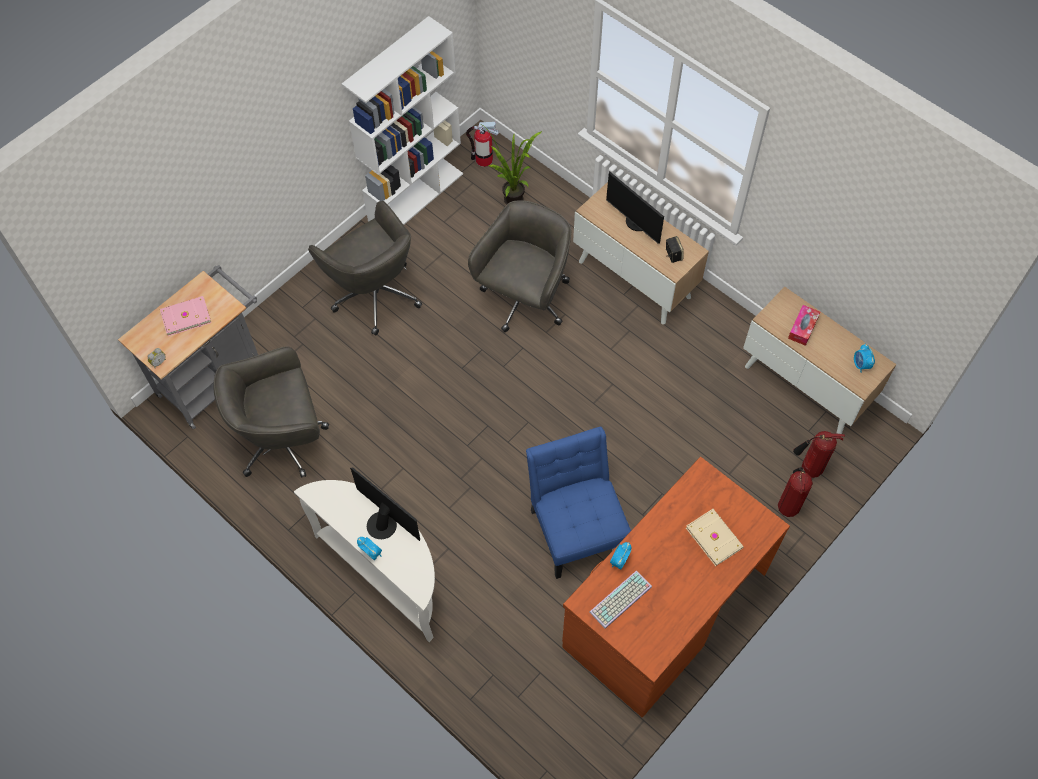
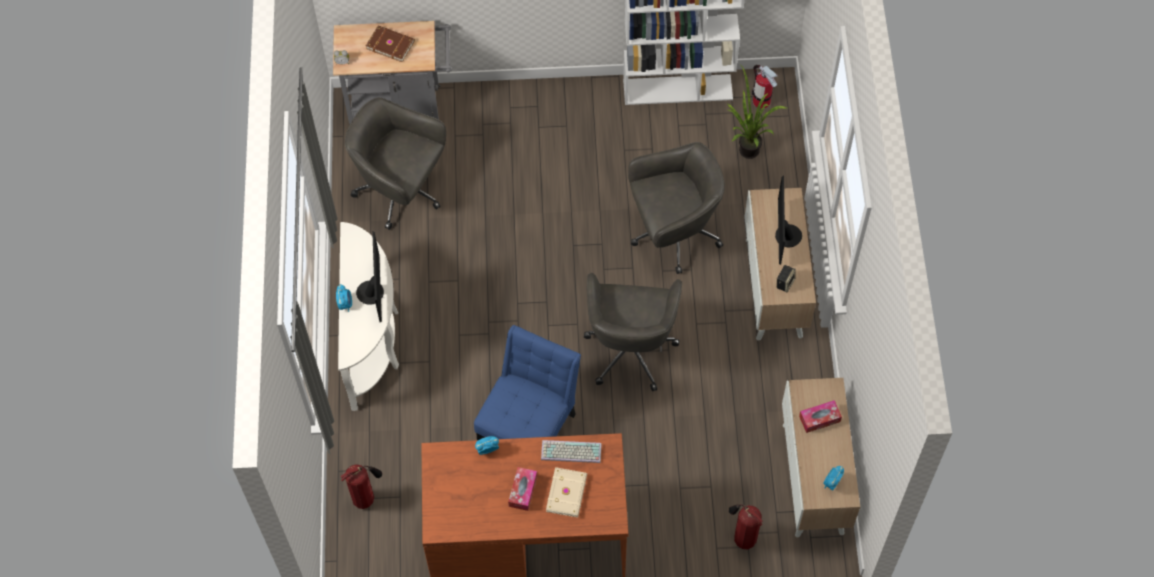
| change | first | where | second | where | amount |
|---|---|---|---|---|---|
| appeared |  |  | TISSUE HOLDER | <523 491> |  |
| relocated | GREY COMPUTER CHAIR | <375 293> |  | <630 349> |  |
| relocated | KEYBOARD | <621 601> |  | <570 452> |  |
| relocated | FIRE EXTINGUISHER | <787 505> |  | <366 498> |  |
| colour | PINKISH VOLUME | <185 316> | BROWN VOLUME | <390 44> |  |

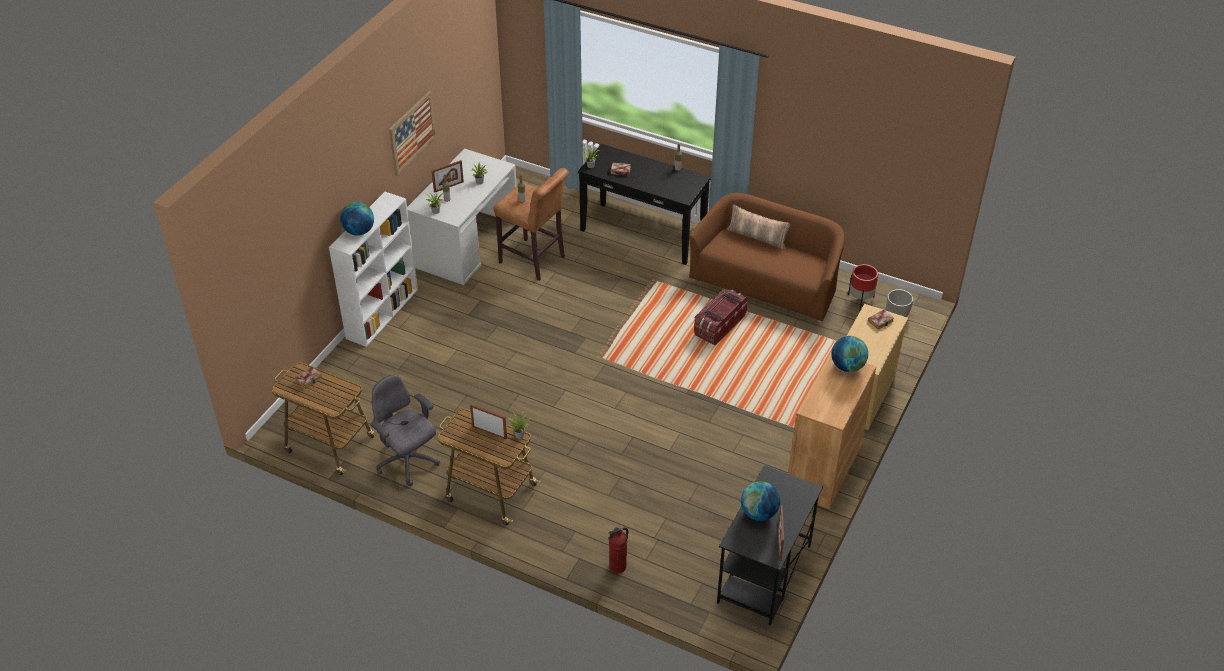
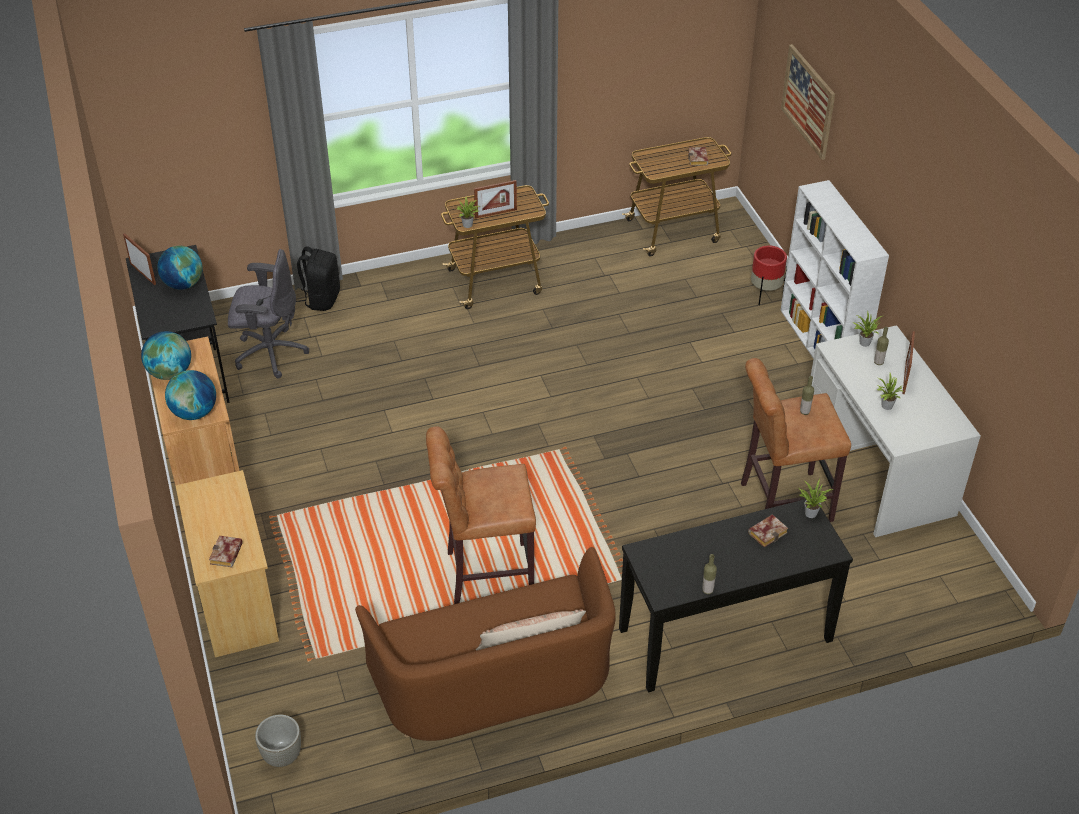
| change | first | where | second | where | amount |
|---|---|---|---|---|---|
| relocated | GLOBE | <359 231> |  | <170 373> |  |
| relocated | GREY COMPUTER CHAIR | <408 462> |  | <269 353> |  |
| relocated | PICTURE | <412 133> |  | <808 101> |  |
| relocated | RED PLANTER | <860 301> |  | <765 294> |  |
| exchanged | FIRE EXTINGUISHER | <617 567> | BLACK BACKPACK | <321 299> |  |
| exchanged | STORAGE BIN | <719 326> | BROWN SITTING STOOL | <484 574> |  |

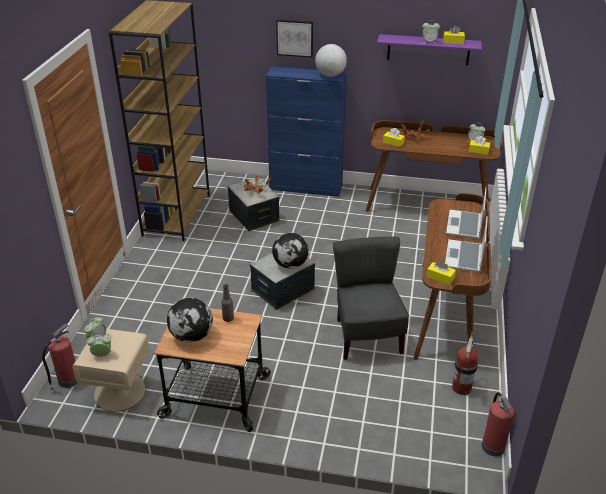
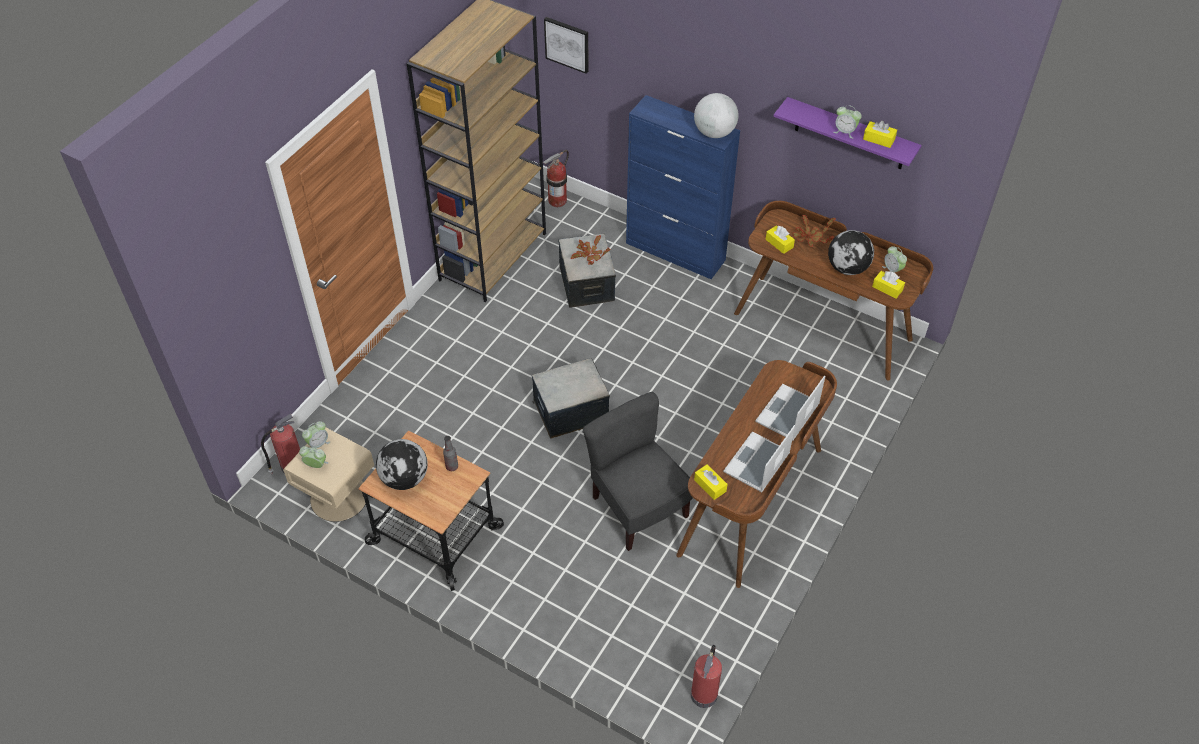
| change | first | where | second | where | amount |
|---|---|---|---|---|---|
| relocated | GLOBE | <291 264> |  | <848 268> |  |
| relocated | PICTURE | <295 38> |  | <567 44> |  |
| relocated | FIRE EXTINGUISHER | <461 387> |  | <557 201> |  |
| spun | GREY CHAIR | <367 336> |  | <638 508> | 45 degrees counterclockwise |

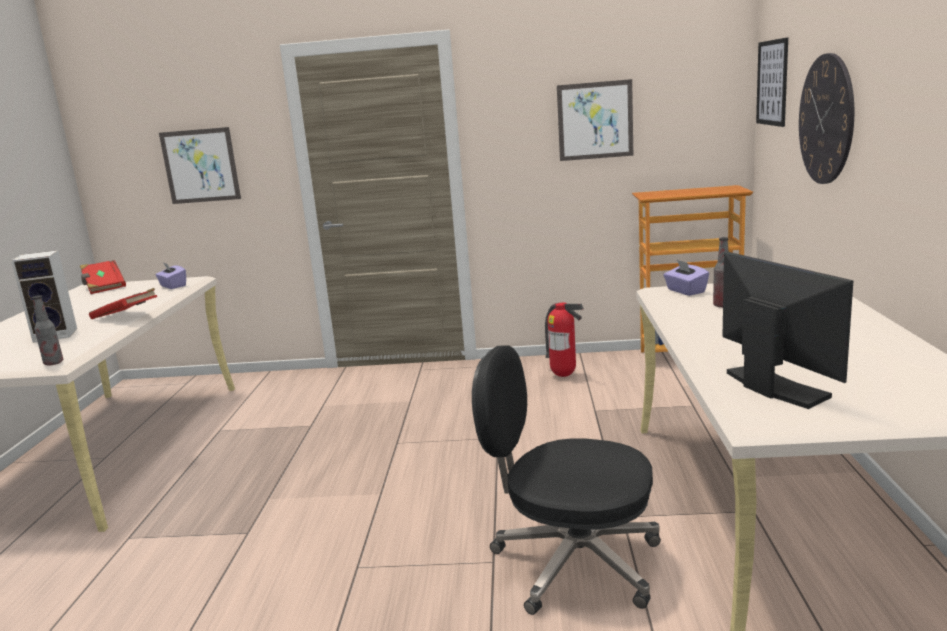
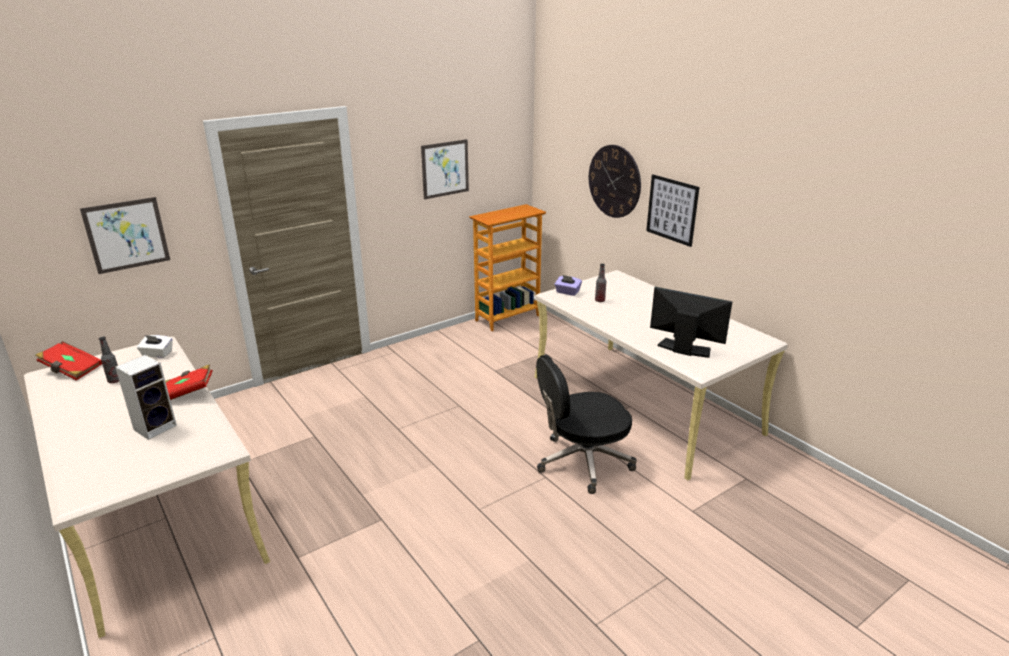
| change | first | where | second | where | amount |
|---|---|---|---|---|---|
| missing | FIRE EXTINGUISHER | <564 375> |  |  |  |
| relocated | BEVERAGE BOTTLE | <53 363> |  | <114 381> |  |
| relocated | PICTURE | <772 83> |  | <672 210> |  |
| colour | PURPLISH TISSUE HOLDER | <173 286> | WHITISH TISSUE HOLDER | <157 354> |  |

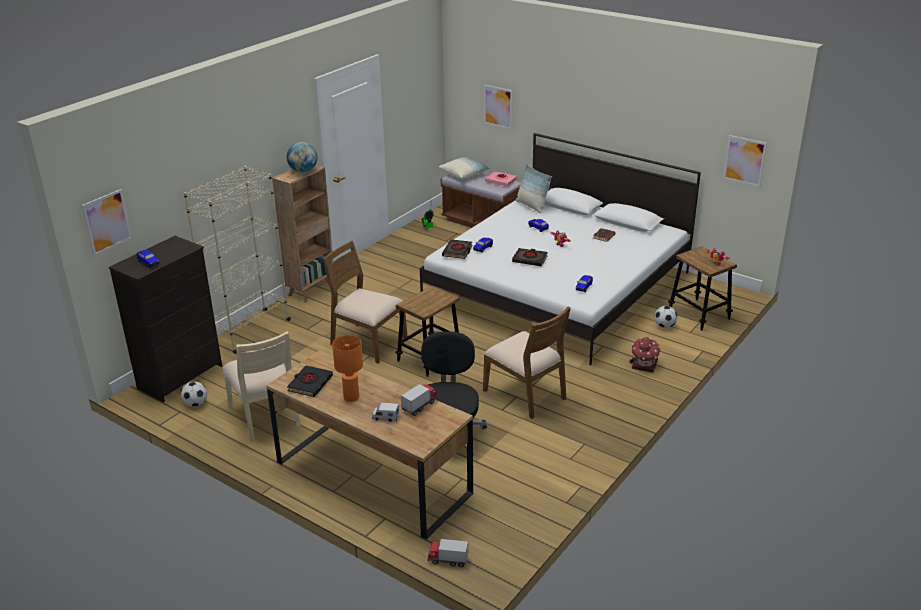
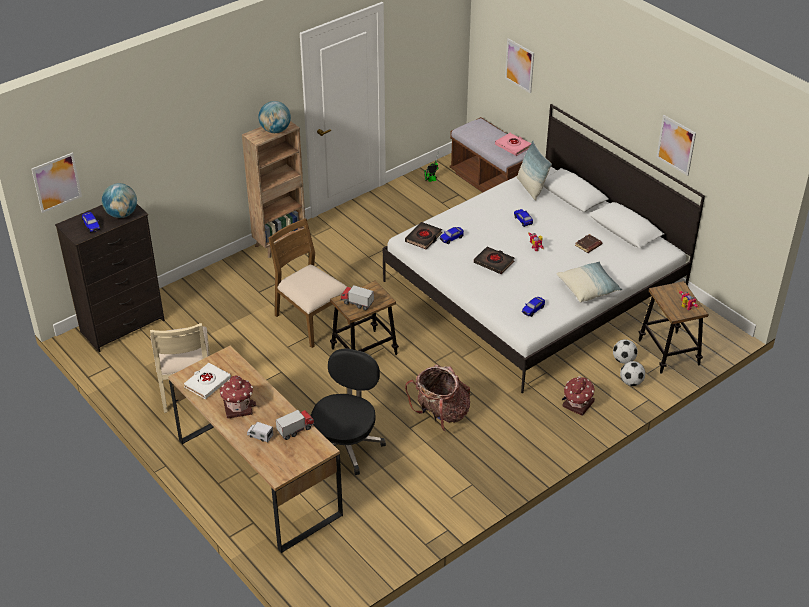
| change | first | where | second | where | amount |
|---|---|---|---|---|---|
| missing | SAND-COLOURED BOOKSHELF | <250 331> |  |  |  |
| appeared |  |  | GLOBE | <121 214> |  |
| relocated | FOOTBALL | <196 404> |  | <631 382> |  |
| relocated | MODEL TRUCK | <448 560> |  | <357 303> |  |
| relocated | CUSHION | <464 174> |  | <588 288> |  |
| relocated | PICTURE | <744 160> |  | <676 145> |  |
| exchanged | ORANGE-COLOURED TABLE LAMP | <351 397> | MINIATURE HOUSE | <238 406> |  |
| exchanged | BROWN CHAIR | <525 394> | BACKPACK | <441 414> |  |
| colour | BLACK VOLUME | <310 384> | WHITISH VOLUME | <207 383> |  |

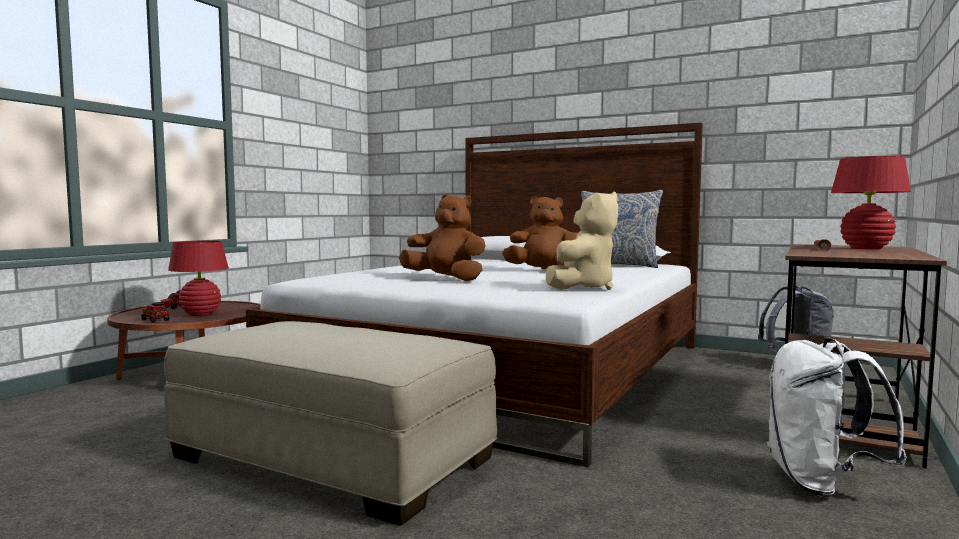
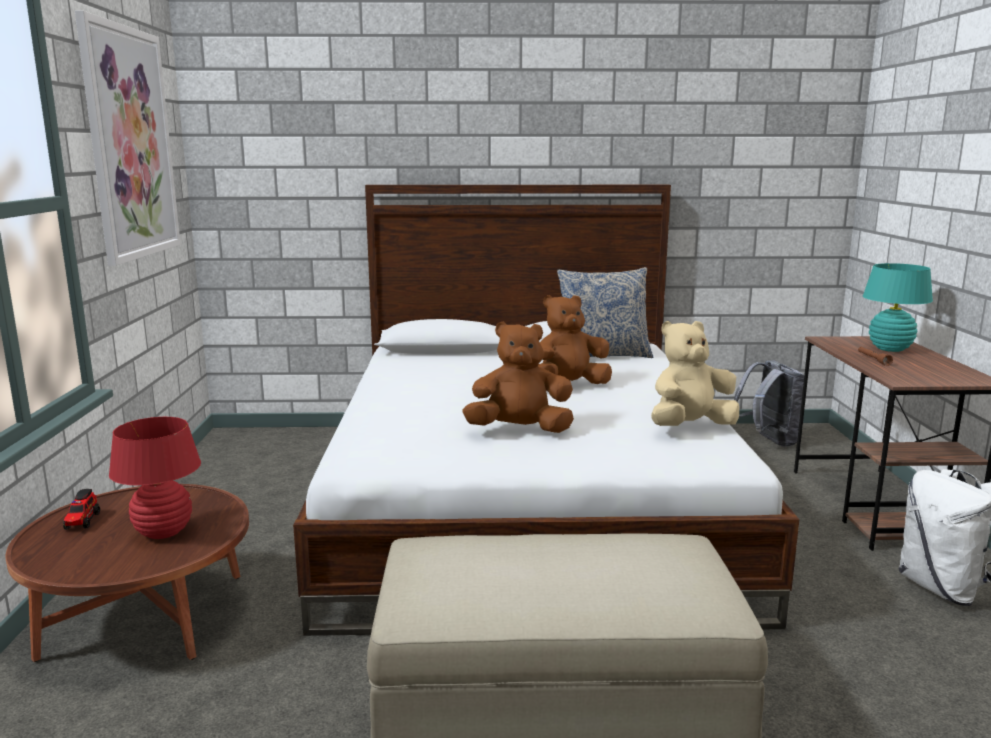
| change | first | where | second | where | amount |
|---|---|---|---|---|---|
| missing | MODEL TRUCK | <155 320> |  |  |  |
| appeared |  |  | PICTURE | <130 143> |  |
| colour | RED TABLE LAMP | <866 248> | TURQUOISE-COLOURED TABLE LAMP | <889 349> |  |
| spun | SAND-COLOURED PLUSH TOY | <583 287> |  | <690 427> | 120 degrees counterclockwise |

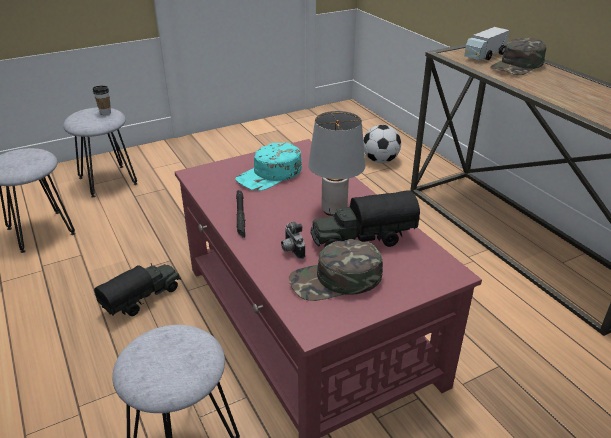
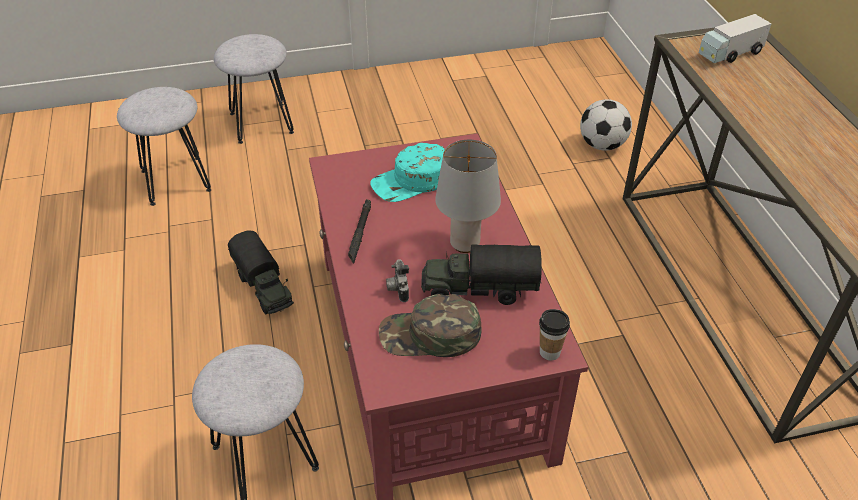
| change | first | where | second | where | amount |
|---|---|---|---|---|---|
| missing | GREEN PEAKED CAP | <517 65> |  |  |  |
| relocated | DRINKING CUP | <105 113> |  | <549 352> |  |
| spun | MODEL TRUCK | <143 299> |  | <264 287> | 90 degrees clockwise |

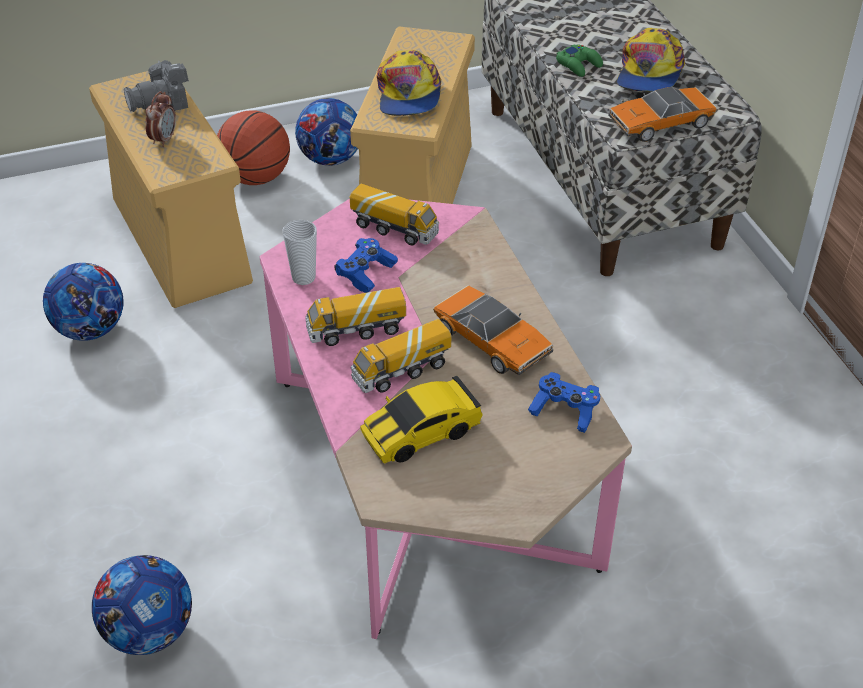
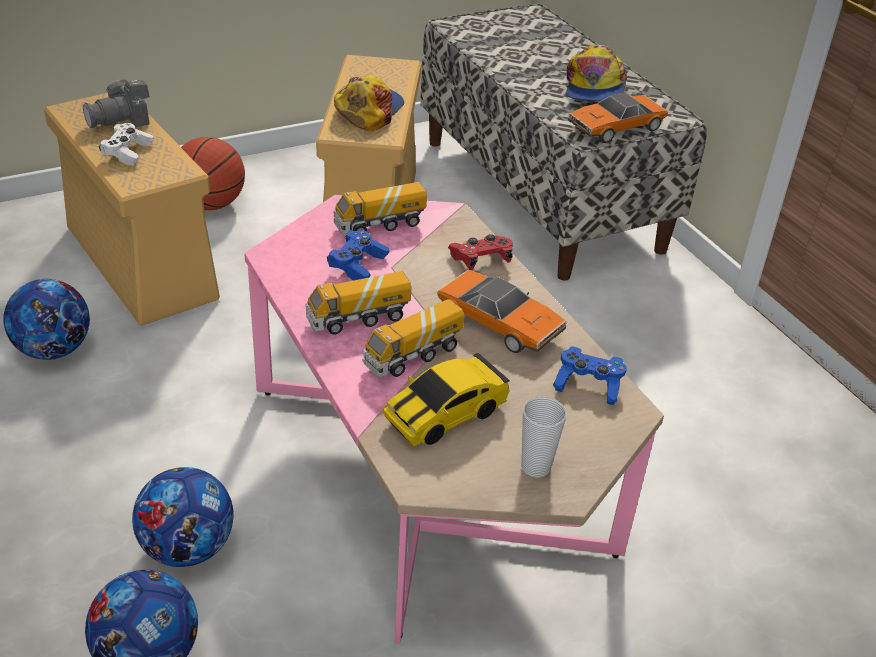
| change | first | where | second | where | amount |
|---|---|---|---|---|---|
| missing | GREEN JOYPAD | <579 65> |  |  |  |
| appeared |  |  | RED JOYPAD | <481 260> |  |
| relocated | DRINKING CUP | <303 277> |  | <535 467> |  |
| relocated | FOOTBALL | <330 159> |  | <187 548> |  |
| exchanged | BEDSIDE CLOCK | <163 139> | WHITISH JOYPAD | <127 152> |  |
| spun | MODEL TRUCK | <394 229> |  | <379 225> | 135 degrees clockwise |
| spun | PEAKED CAP | <408 94> |  | <368 110> | 150 degrees counterclockwise |

